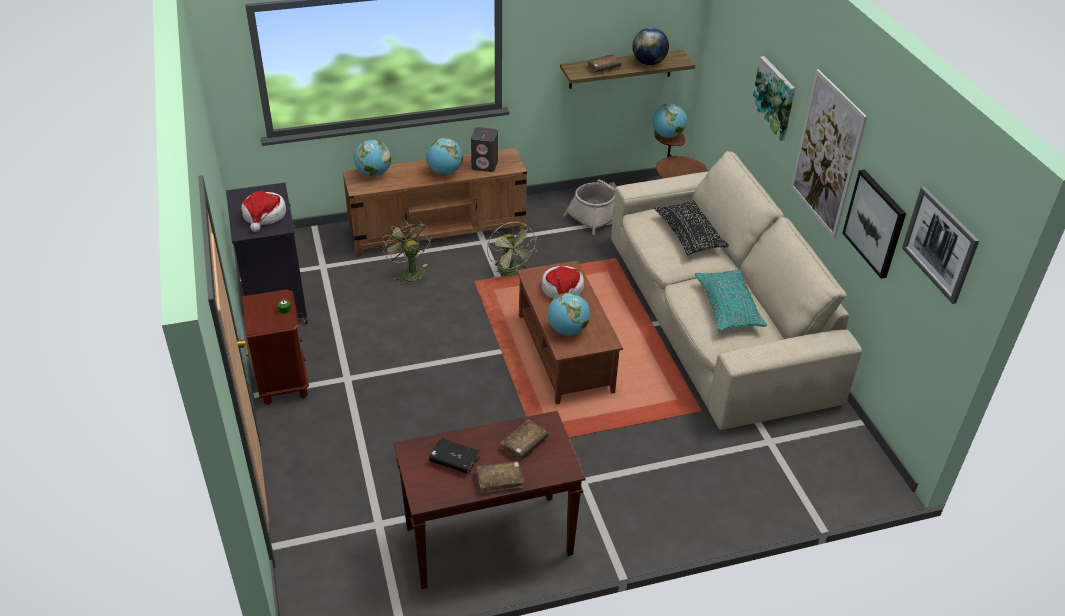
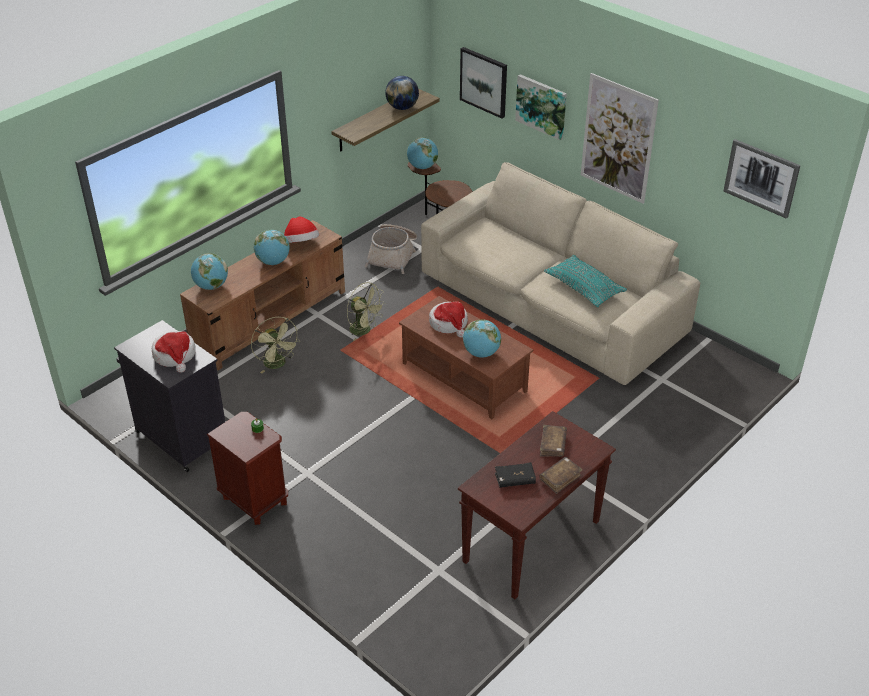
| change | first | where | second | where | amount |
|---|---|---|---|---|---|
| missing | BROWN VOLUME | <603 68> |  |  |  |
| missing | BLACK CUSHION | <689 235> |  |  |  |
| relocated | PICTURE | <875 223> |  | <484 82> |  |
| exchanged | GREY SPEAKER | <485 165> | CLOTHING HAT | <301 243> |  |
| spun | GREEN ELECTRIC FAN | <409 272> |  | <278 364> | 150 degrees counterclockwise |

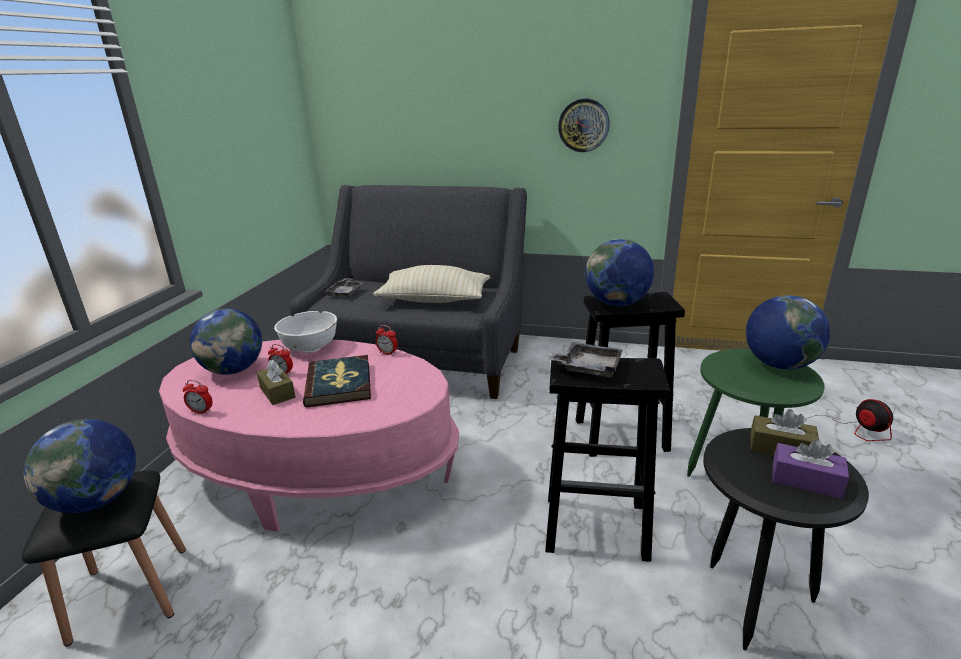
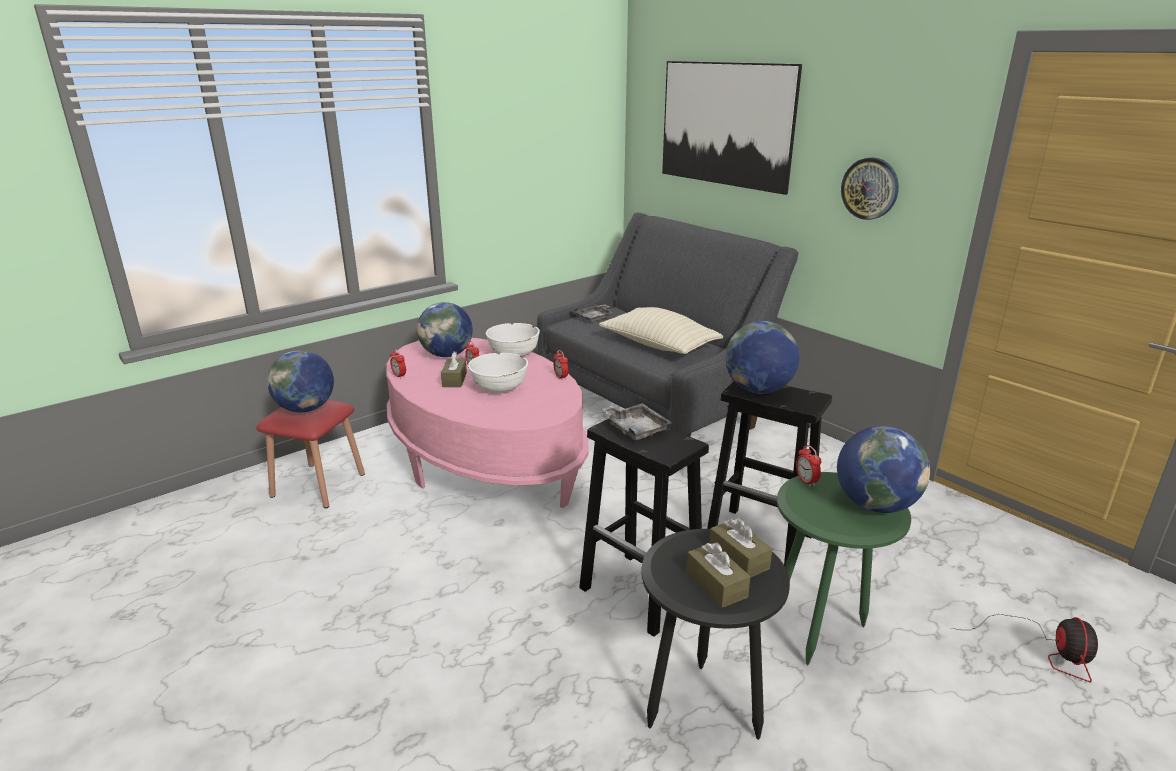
| change | first | where | second | where | amount |
|---|---|---|---|---|---|
| appeared |  |  | PICTURE | <725 124> |  |
| appeared |  |  | BEDSIDE CLOCK | <806 481> |  |
| exchanged | VOLUME | <339 384> | WHITISH SERVING BOWL | <499 388> |  |
| colour | BLACK SITTING STOOL | <130 593> | RED SITTING STOOL | <318 485> |  |
| colour | PURPLISH TISSUE HOLDER | <806 480> | BROWN TISSUE HOLDER | <716 584> |  |

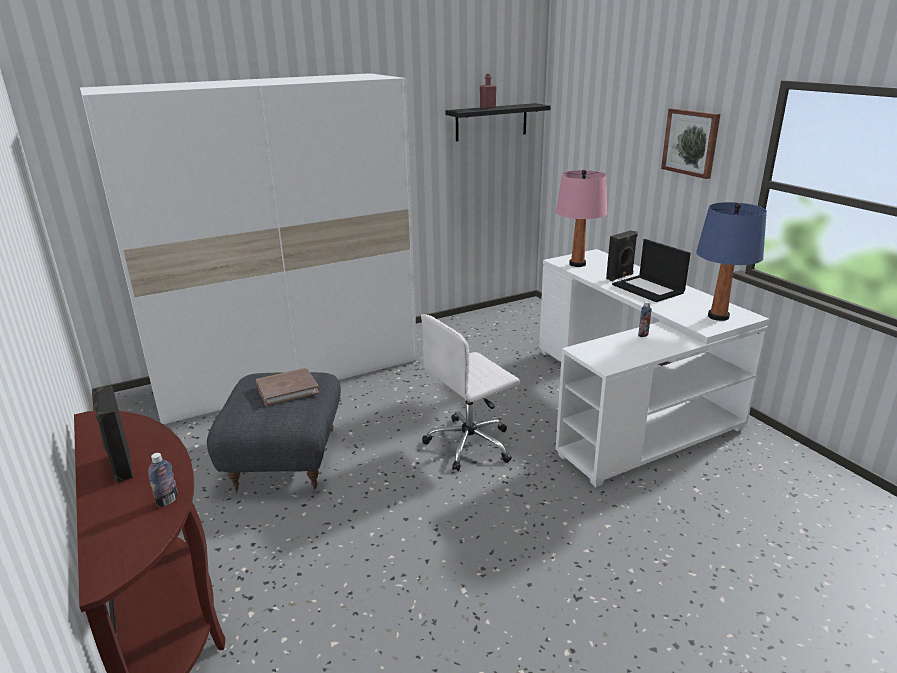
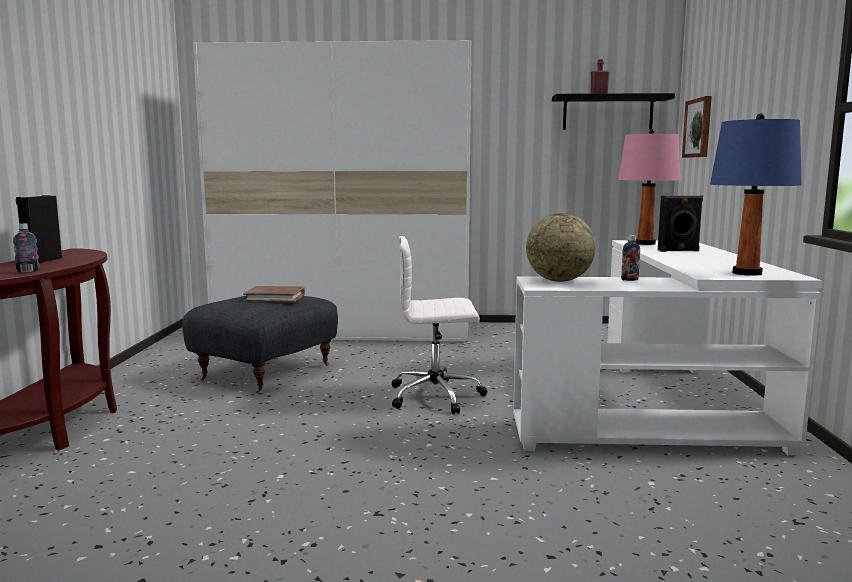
| change | first | where | second | where | amount |
|---|---|---|---|---|---|
| missing | NOTEBOOK COMPUTER | <649 289> |  |  |  |
| appeared |  |  | GLOBE | <559 281> |  |
| relocated | PICTURE | <691 142> |  | <698 128> |  |

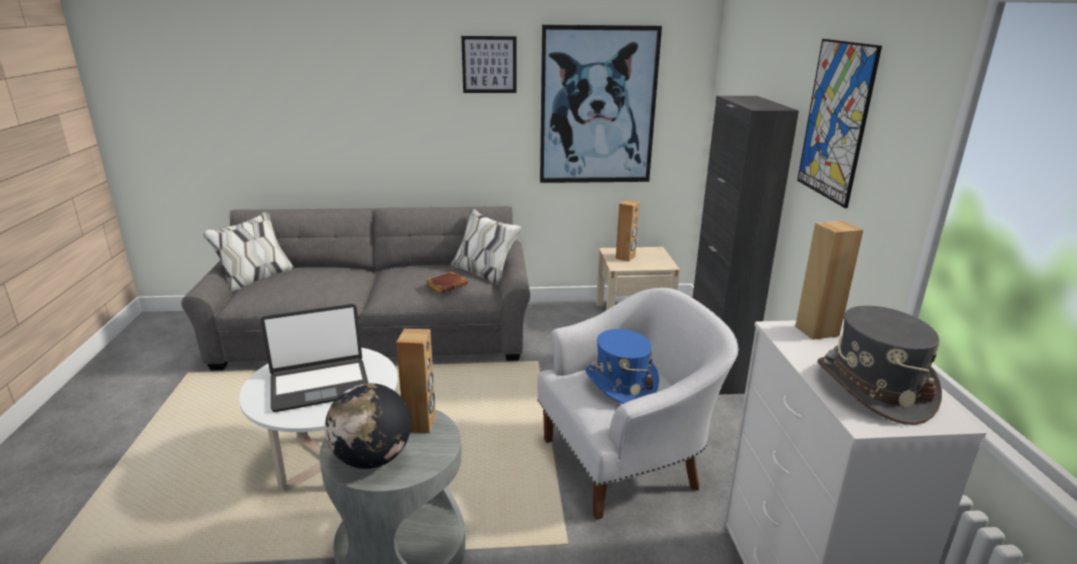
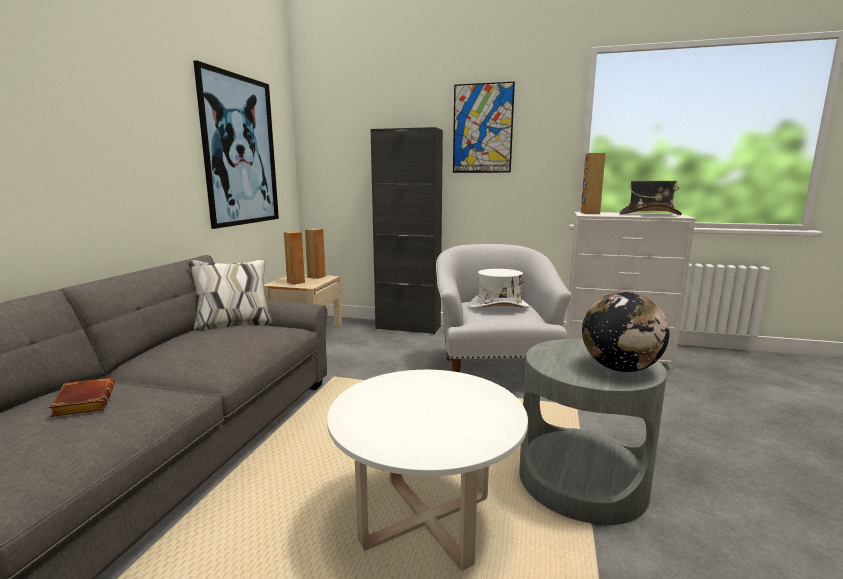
| change | first | where | second | where | amount |
|---|---|---|---|---|---|
| missing | NOTEBOOK COMPUTER | <319 385> |  |  |  |
| missing | PICTURE | <489 64> |  |  |  |
| relocated | BROWN SPEAKER | <420 424> |  | <316 277> |  |
| relocated | BROWN VOLUME | <447 285> |  | <83 402> |  |
| colour | BLUE CLOTHING HAT | <620 384> | WHITISH CLOTHING HAT | <498 306> |  |

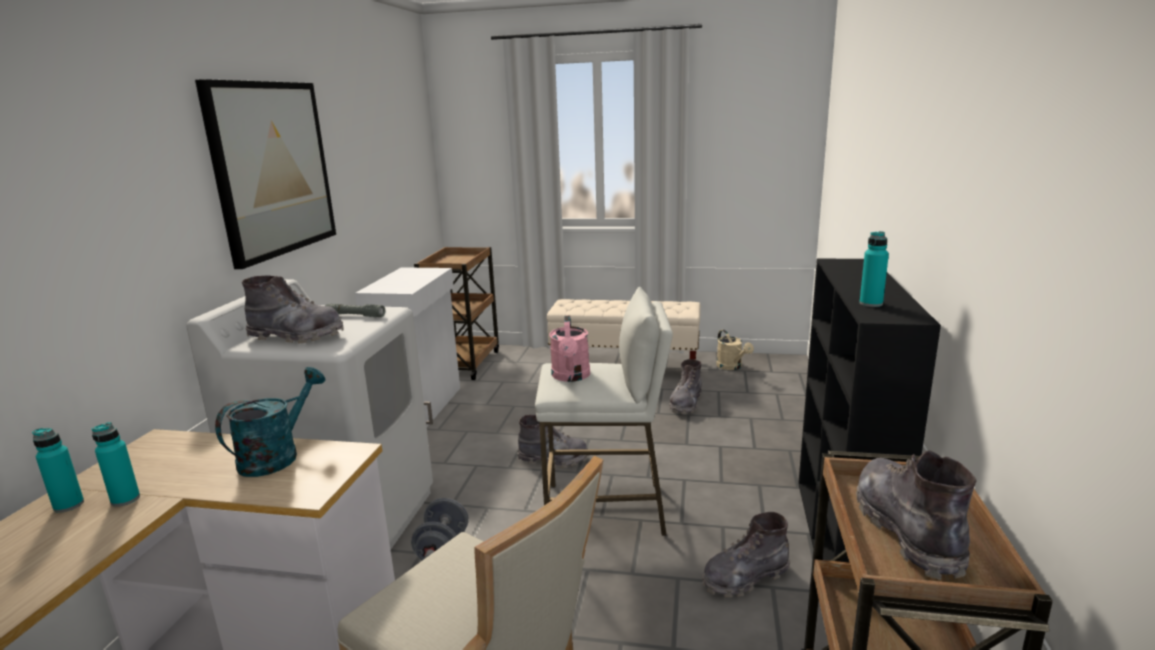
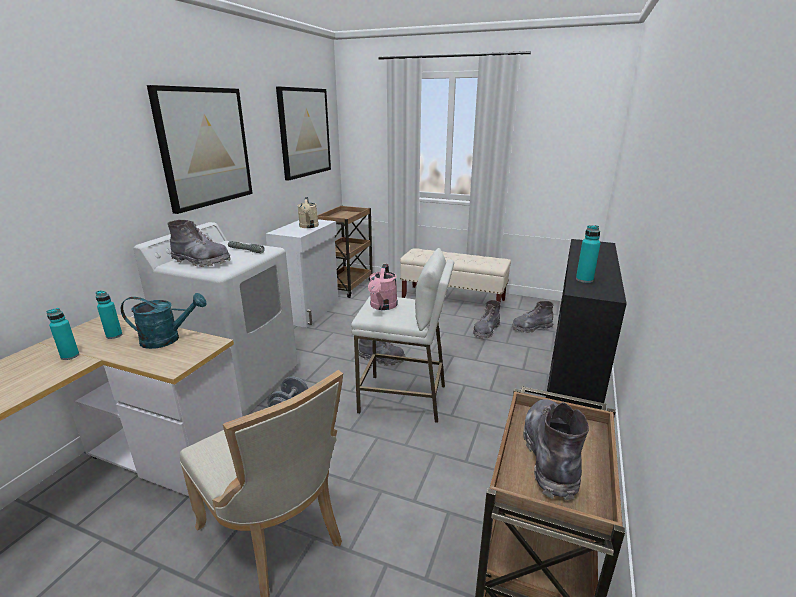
| change | first | where | second | where | amount |
|---|---|---|---|---|---|
| appeared |  |  | PICTURE | <304 132> |  |
| relocated | TURQUOISE-COLOURED BEVERAGE BOTTLE | <69 505> |  | <114 335> |  |
| relocated | GREY TALL BOOT | <744 577> |  | <531 328> |  |
| relocated | SAND-COLOURED SPRINKLING CAN | <732 367> |  | <309 226> |  |
| spun | TURQUOISE-COLOURED SPRINKLING CAN | <277 456> |  | <167 339> | 45 degrees clockwise |

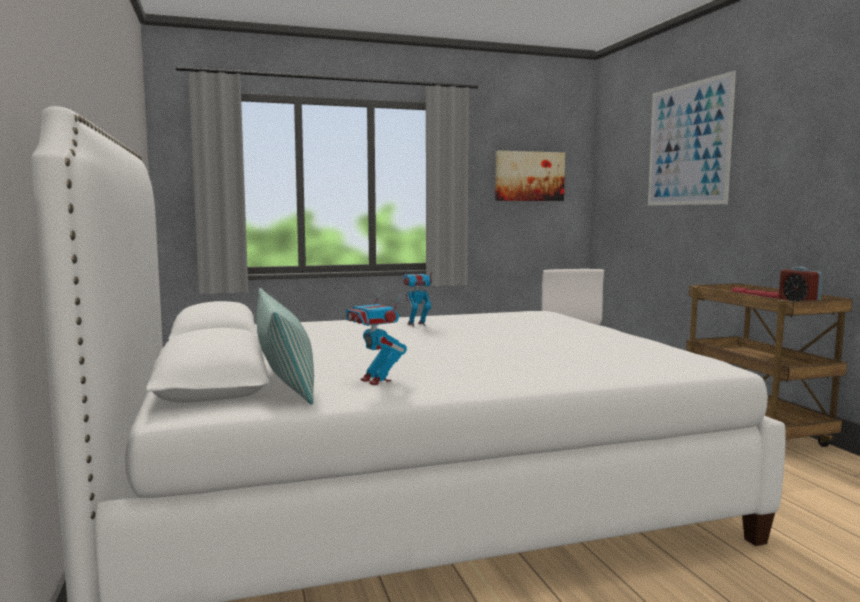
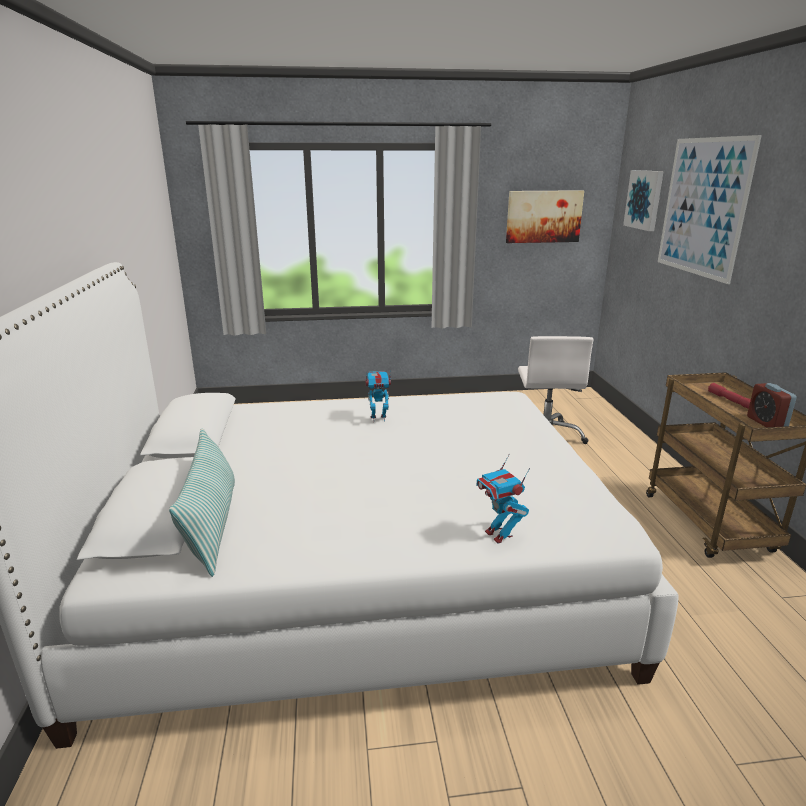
| change | first | where | second | where | amount |
|---|---|---|---|---|---|
| appeared |  |  | PICTURE | <644 199> |  |
| relocated | ROBOT FIGURE | <376 381> |  | <499 535> |  |

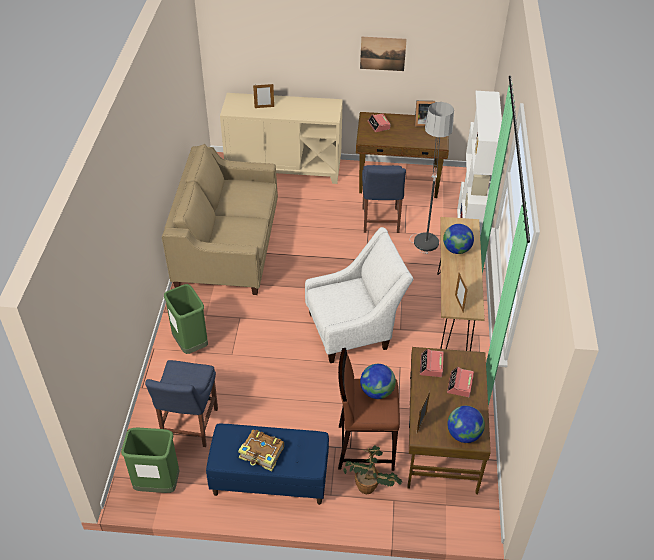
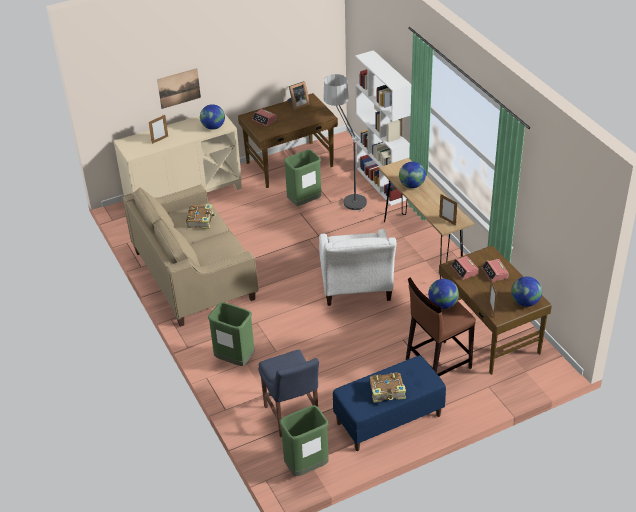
| change | first | where | second | where | amount |
|---|---|---|---|---|---|
| missing | POTTED PLANT | <370 489> |  |  |  |
| appeared |  |  | VOLUME | <201 220> |  |
| appeared |  |  | GLOBE | <213 127> |  |
| relocated | PICTURE | <382 53> |  | <179 88> |  |
| exchanged | BLUE CHAIR | <380 222> | GREEN RUBBISH BIN | <304 202> |  |
| spun | WHITISH ARMCHAIR | <354 329> |  | <356 289> | 135 degrees clockwise |

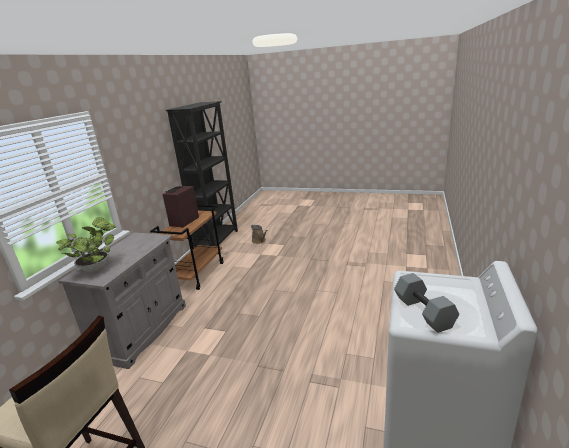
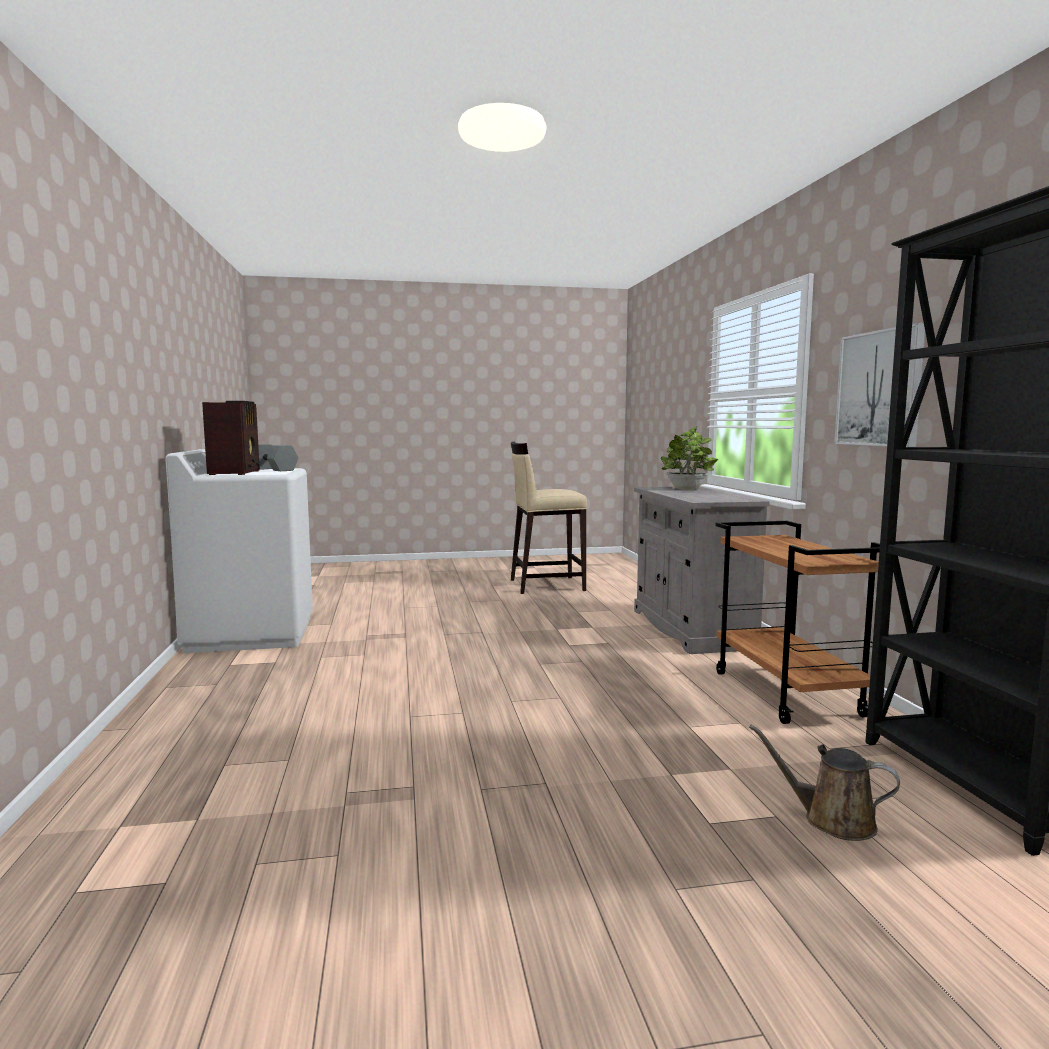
| change | first | where | second | where | amount |
|---|---|---|---|---|---|
| appeared |  |  | PICTURE | <879 388> |  |
| relocated | RADIO SET | <183 222> |  | <236 472> |  |

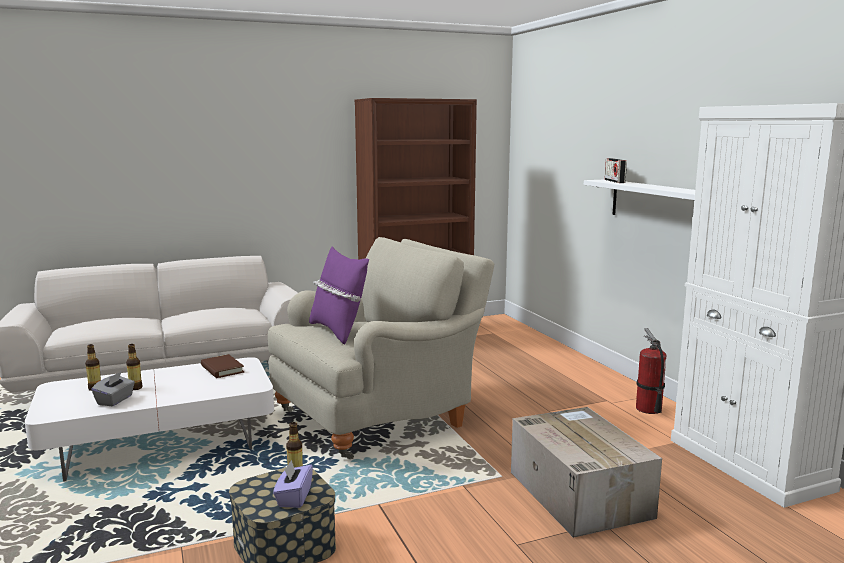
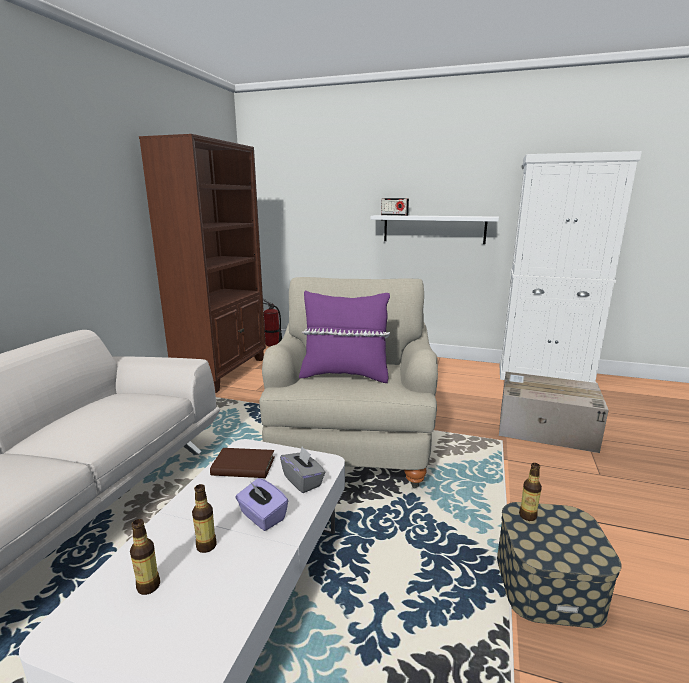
| change | first | where | second | where | amount |
|---|---|---|---|---|---|
| relocated | GREY TISSUE HOLDER | <115 400> |  | <303 481> |  |
| relocated | PURPLISH TISSUE HOLDER | <294 498> |  | <262 516> |  |
| relocated | FIRE EXTINGUISHER | <648 409> |  | <272 344> |  |

